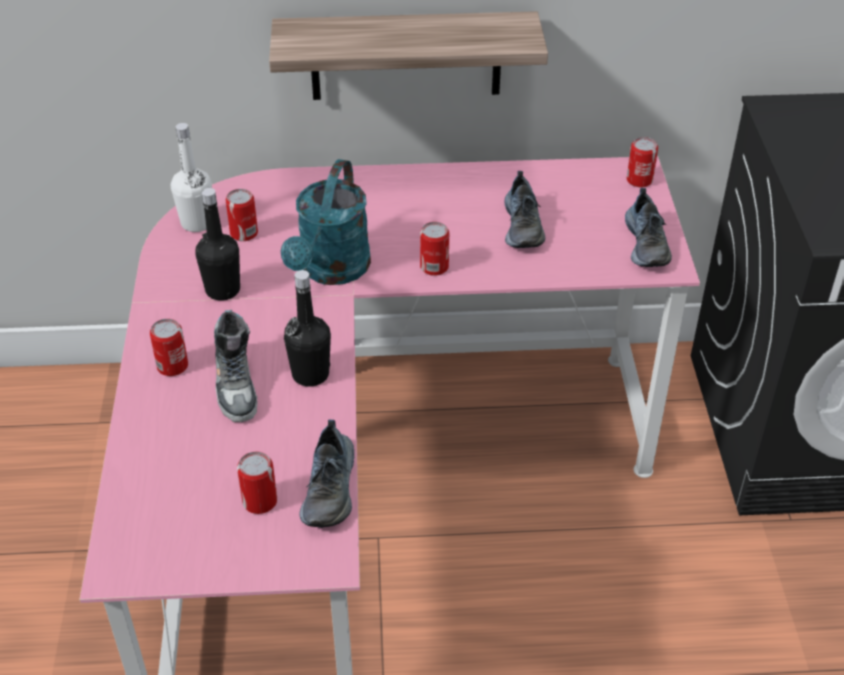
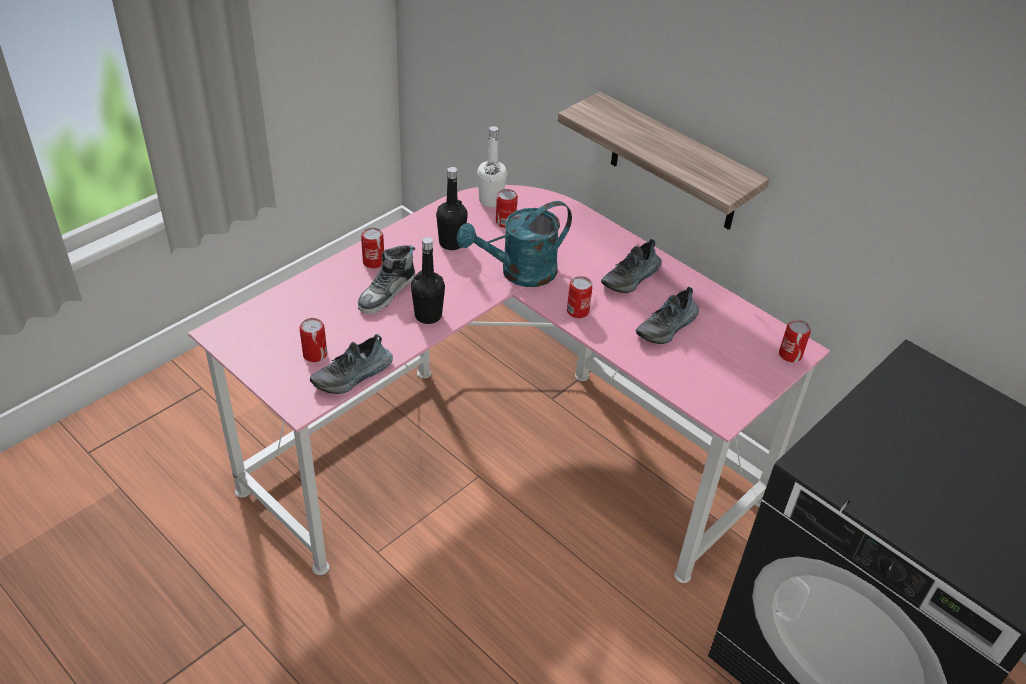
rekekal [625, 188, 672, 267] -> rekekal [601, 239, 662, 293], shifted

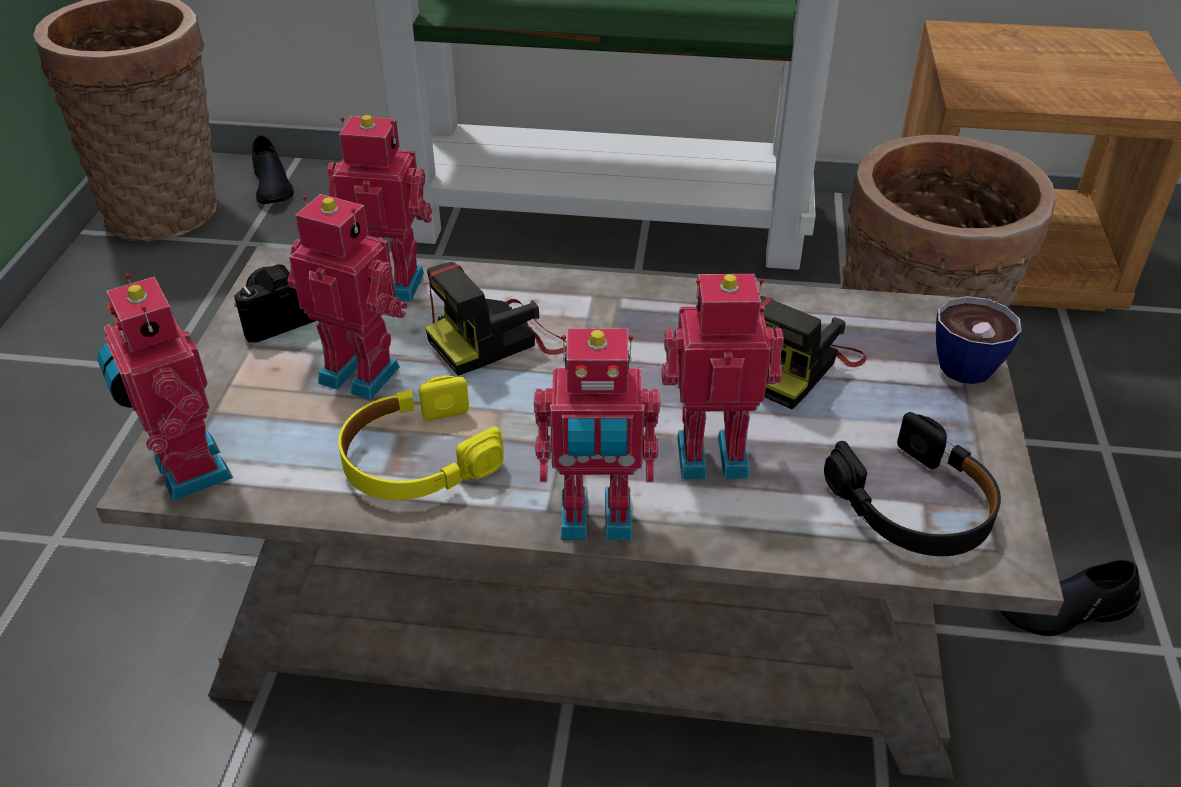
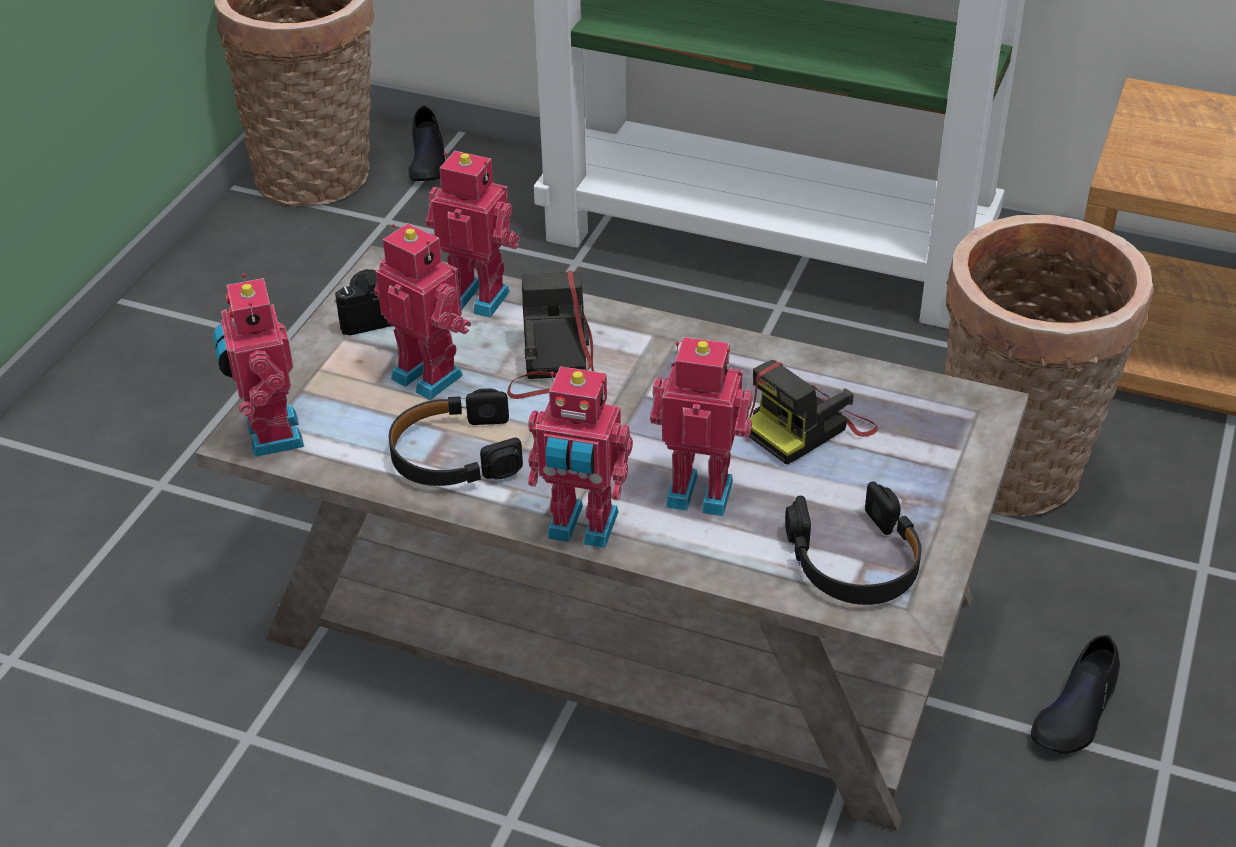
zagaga [936, 296, 1022, 384] -> none
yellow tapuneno [338, 375, 504, 500] -> black tapuneno [389, 388, 523, 486]
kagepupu [425, 262, 567, 376] -> kagepupu [507, 271, 594, 399], 105 degrees clockwise
black rekekal [1001, 560, 1141, 636] -> black rekekal [1031, 634, 1120, 754], 60 degrees counterclockwise

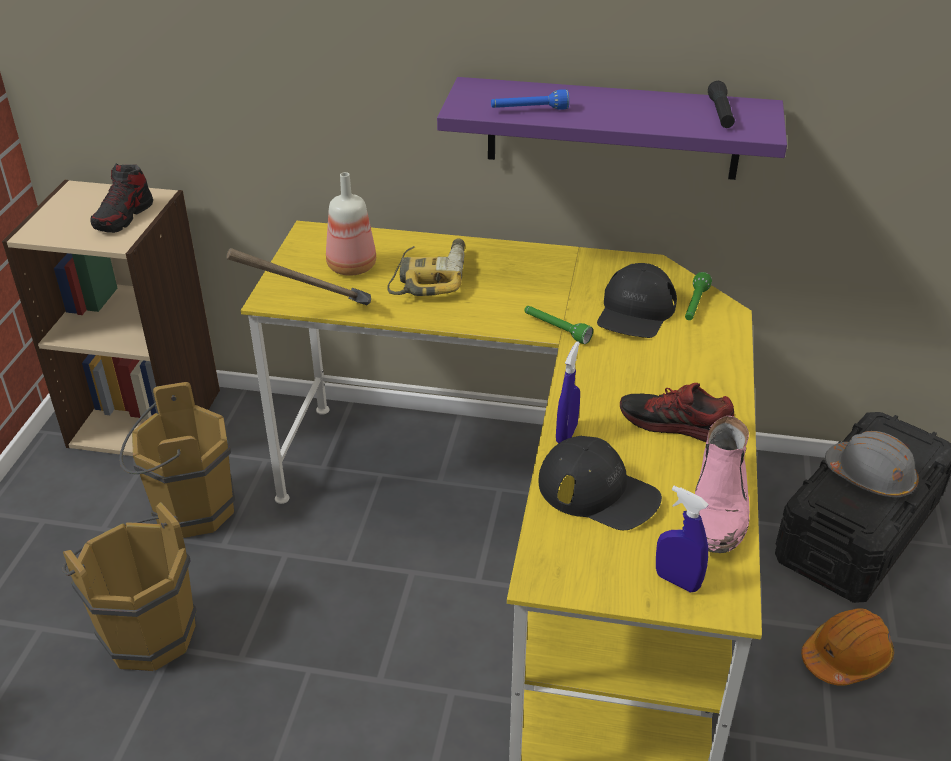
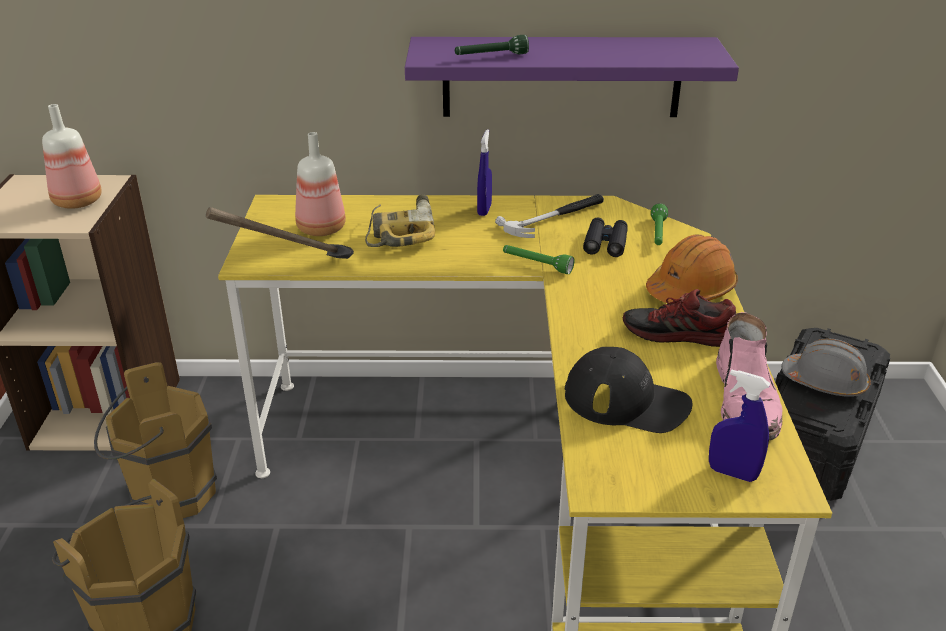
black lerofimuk [708, 81, 735, 128] -> none
none -> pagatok [495, 194, 604, 238]
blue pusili [556, 341, 580, 444] -> blue pusili [477, 129, 492, 216], shifted
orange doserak [801, 608, 894, 686] -> orange doserak [646, 235, 738, 303], shifted
rekekal [90, 164, 153, 233] -> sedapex [42, 104, 102, 209]
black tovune [597, 263, 677, 338] -> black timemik [583, 218, 628, 257]
blue lerofimuk [491, 89, 569, 110] -> green lerofimuk [455, 35, 529, 55]

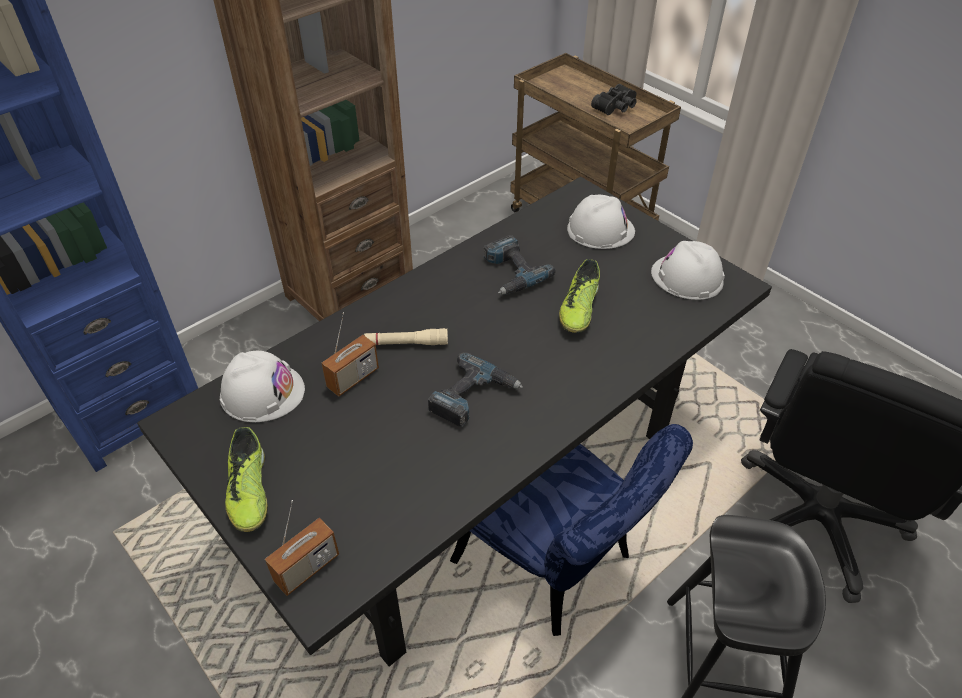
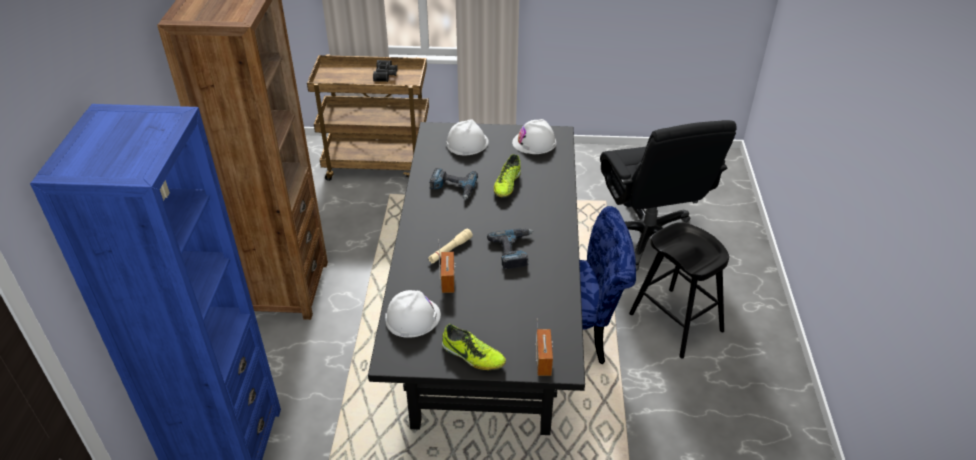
rekekal [559, 259, 600, 333] -> rekekal [494, 154, 521, 197], 45 degrees clockwise

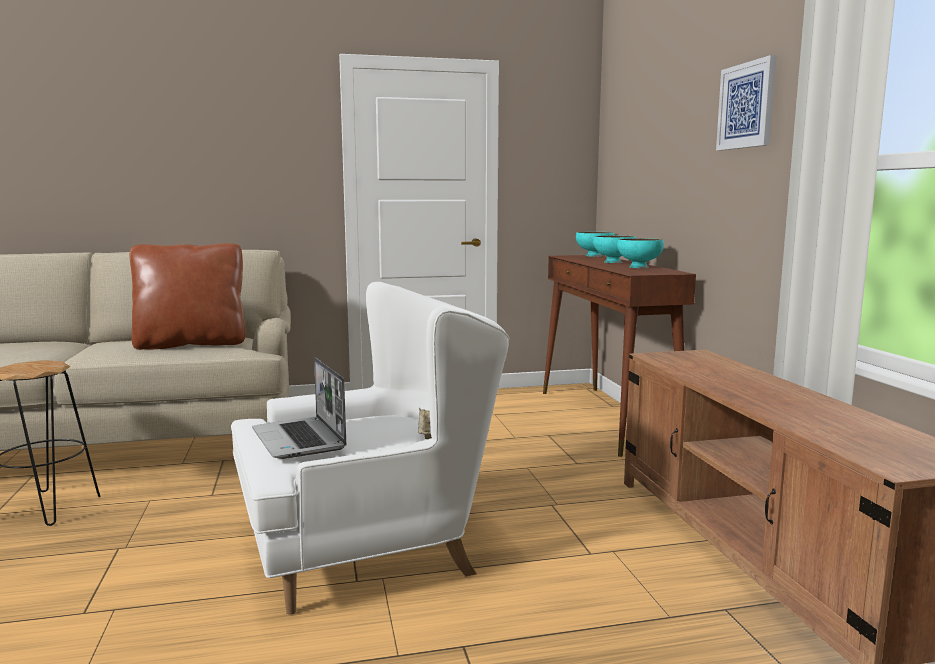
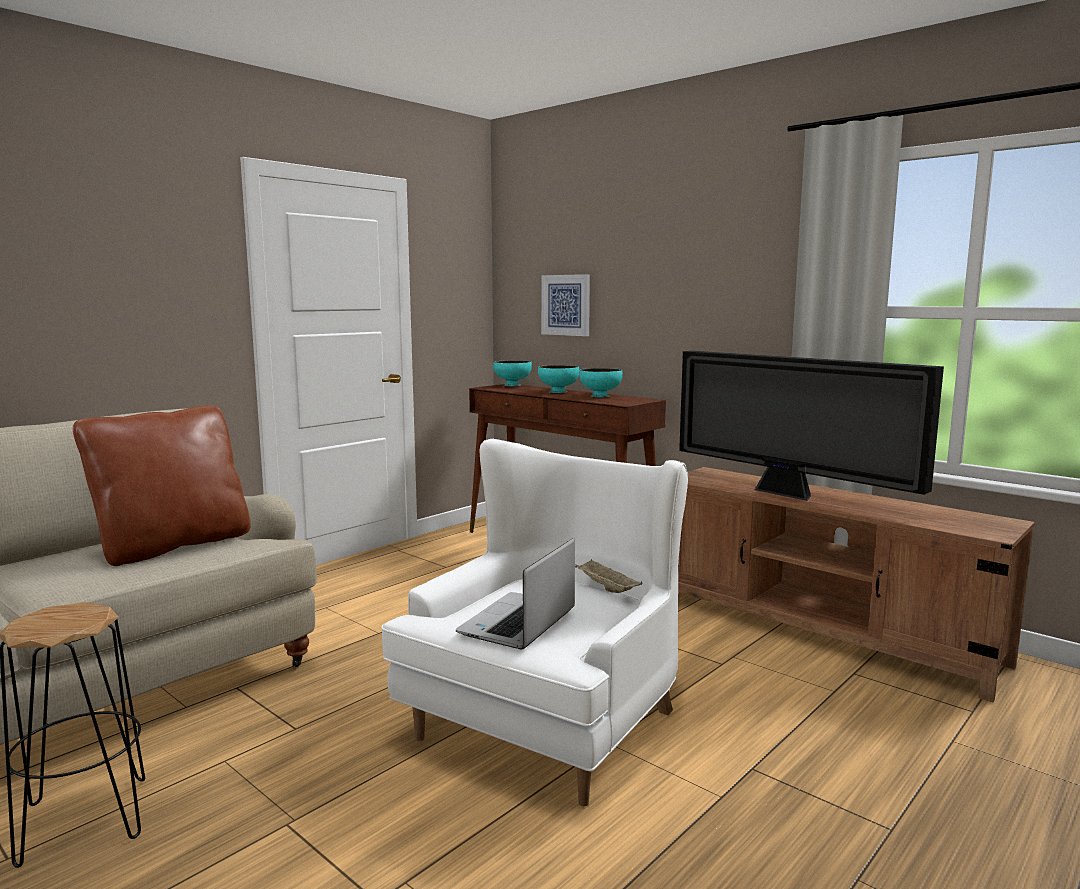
none -> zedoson [679, 351, 944, 501]
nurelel [716, 55, 776, 151] -> nurelel [541, 274, 590, 336], shifted
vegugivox [252, 357, 346, 459] -> vegugivox [456, 538, 575, 649], 90 degrees clockwise

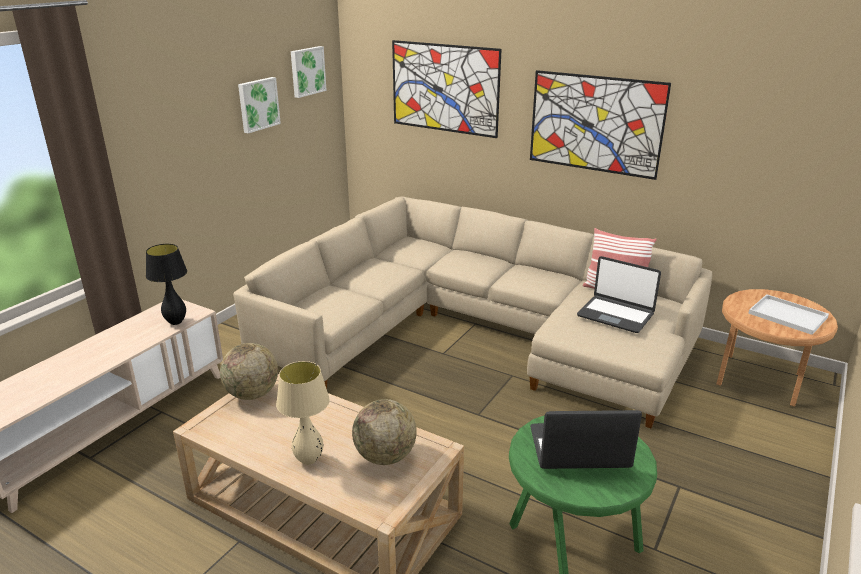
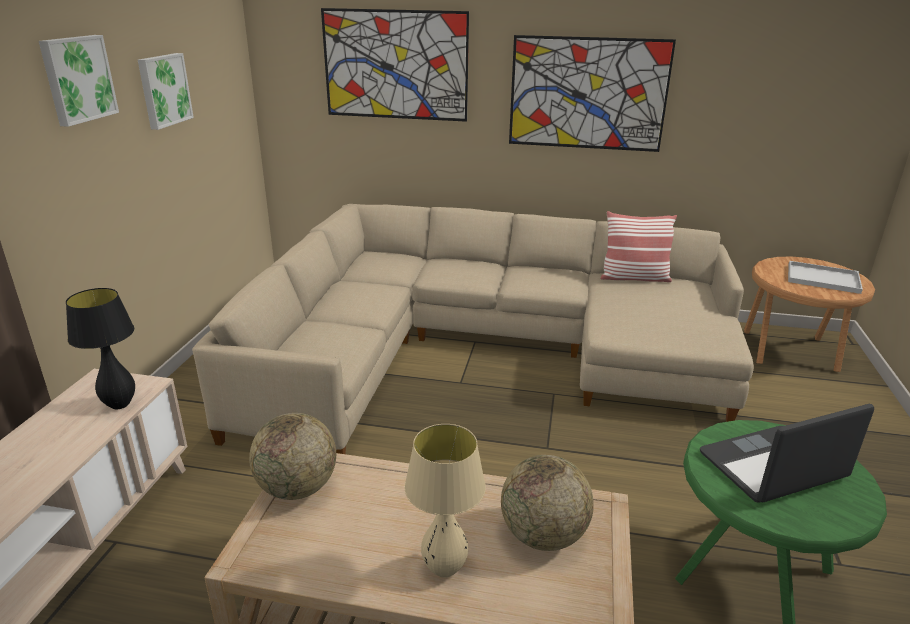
vegugivox [577, 256, 661, 333] -> none
nurelel [291, 46, 327, 98] -> nurelel [39, 35, 119, 127], shifted

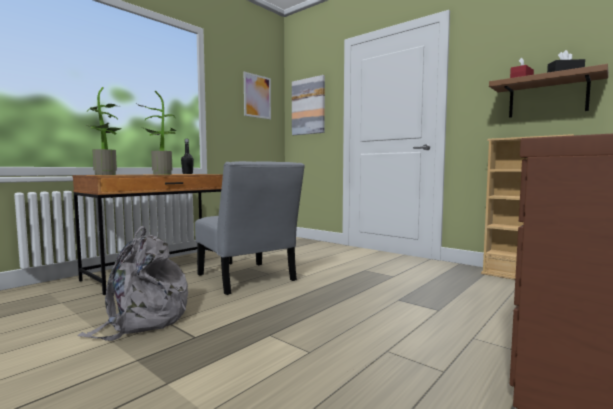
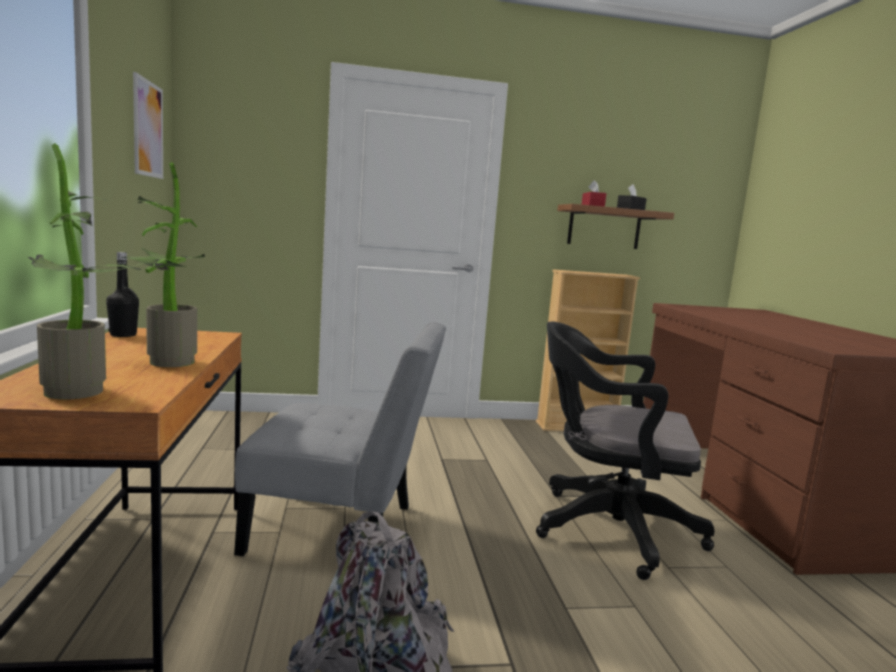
nurelel [292, 75, 325, 135] -> none
none -> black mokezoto [536, 322, 714, 580]

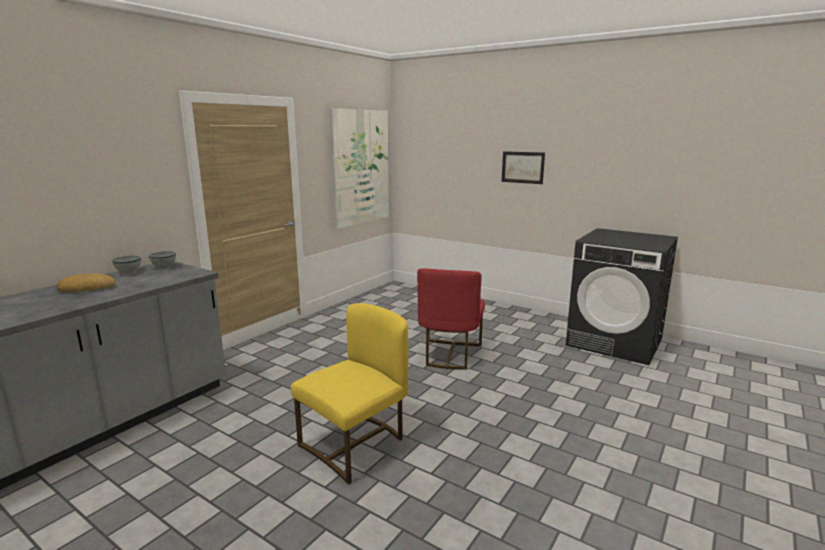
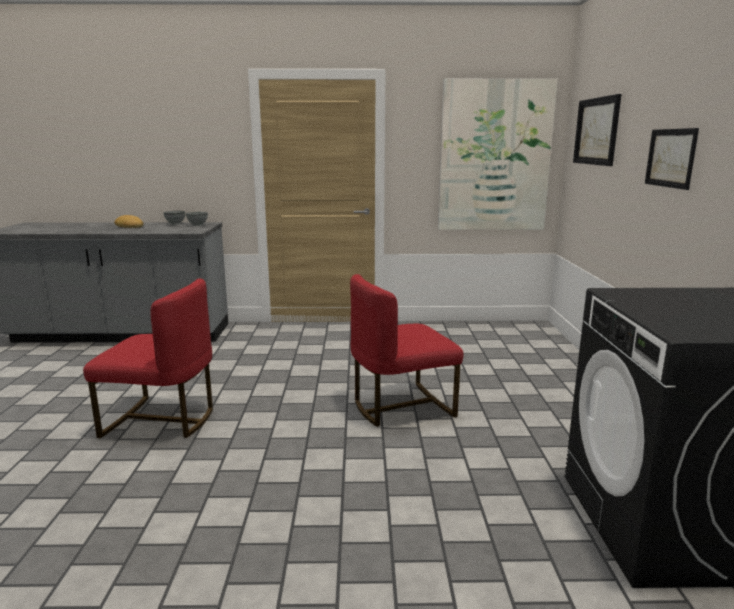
none -> nurelel [573, 94, 621, 166]
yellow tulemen [291, 303, 408, 485] -> red tulemen [83, 279, 213, 438]

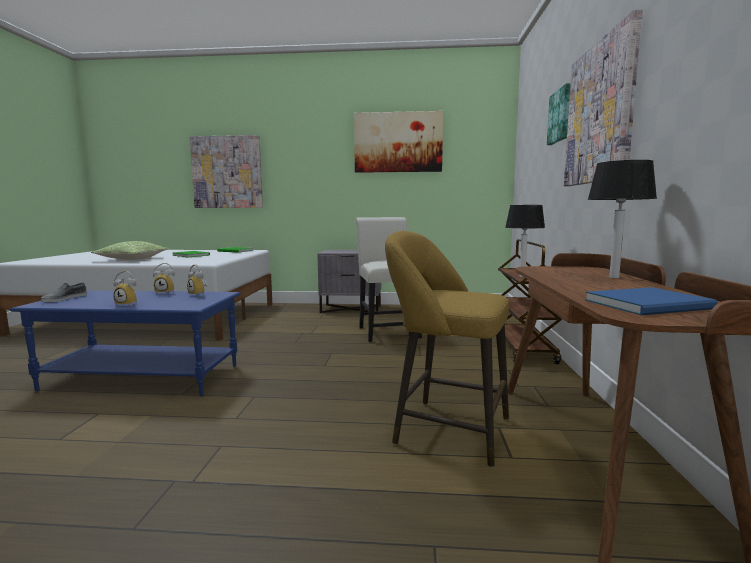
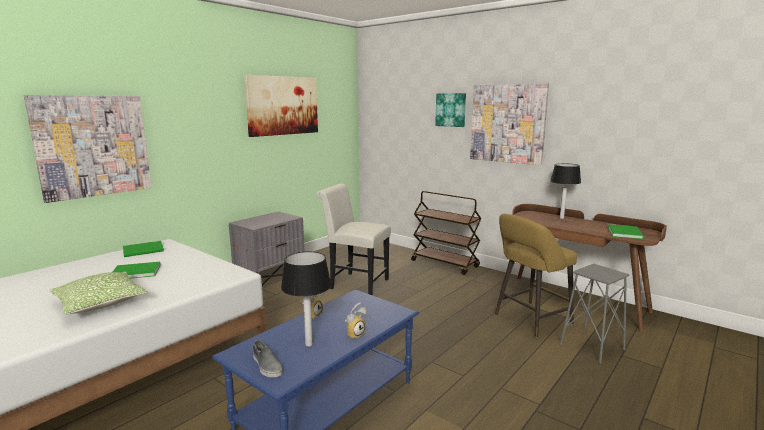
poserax [187, 264, 208, 297] -> none
none -> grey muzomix [560, 264, 629, 364]
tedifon [505, 205, 545, 277] -> tedifon [281, 252, 331, 347], shifted
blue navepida [585, 287, 718, 315] -> green navepida [608, 224, 644, 239]

